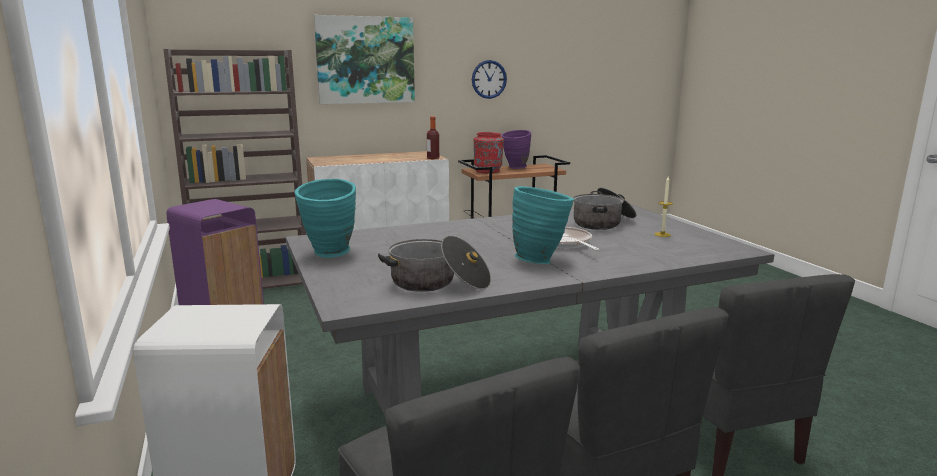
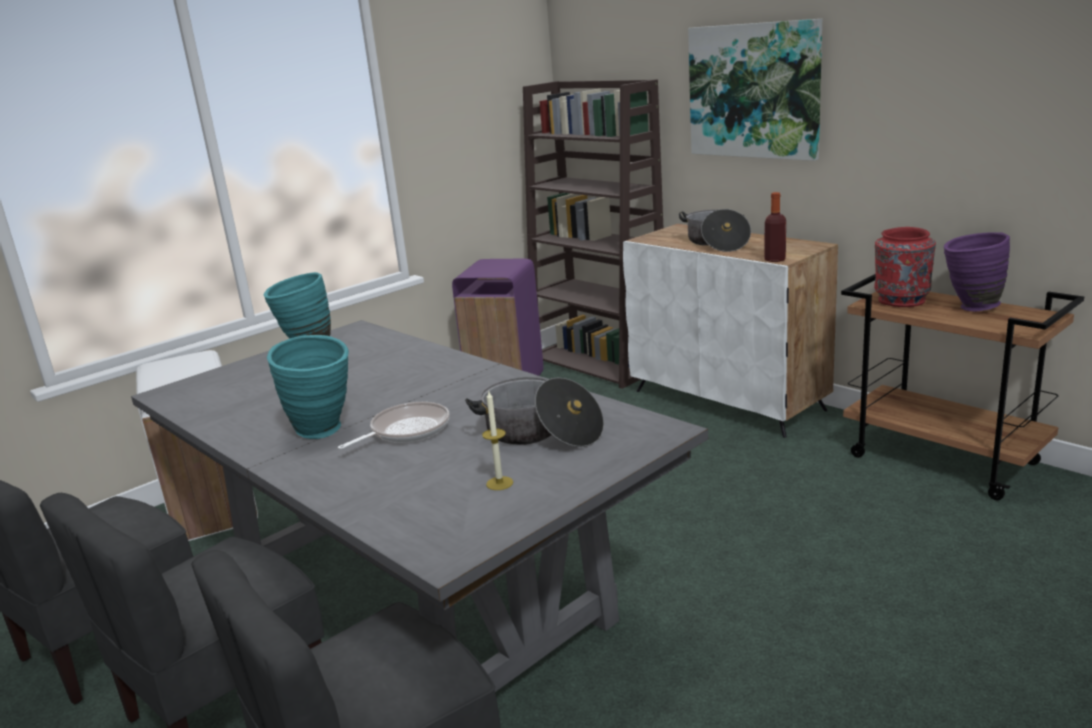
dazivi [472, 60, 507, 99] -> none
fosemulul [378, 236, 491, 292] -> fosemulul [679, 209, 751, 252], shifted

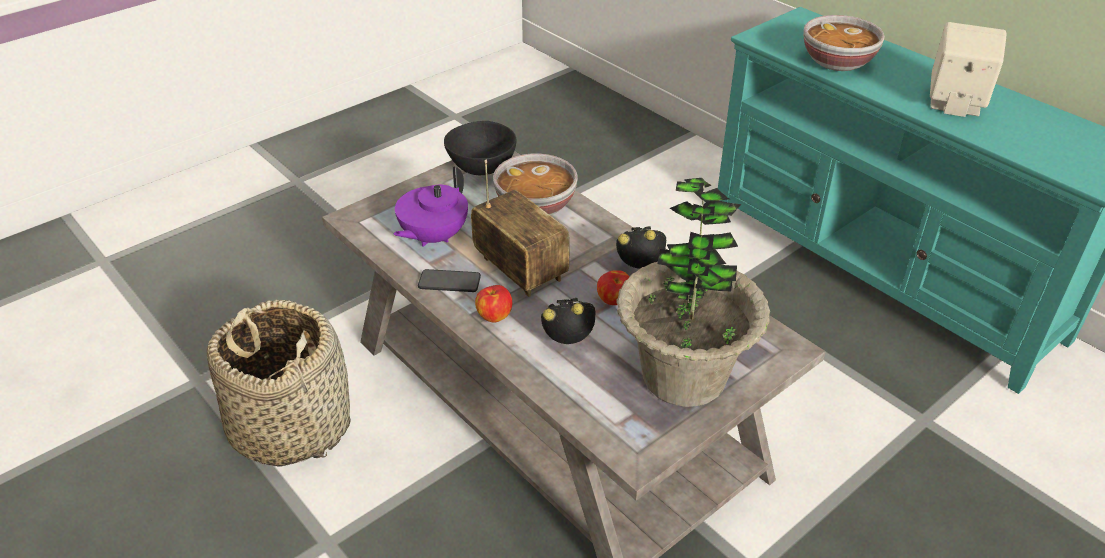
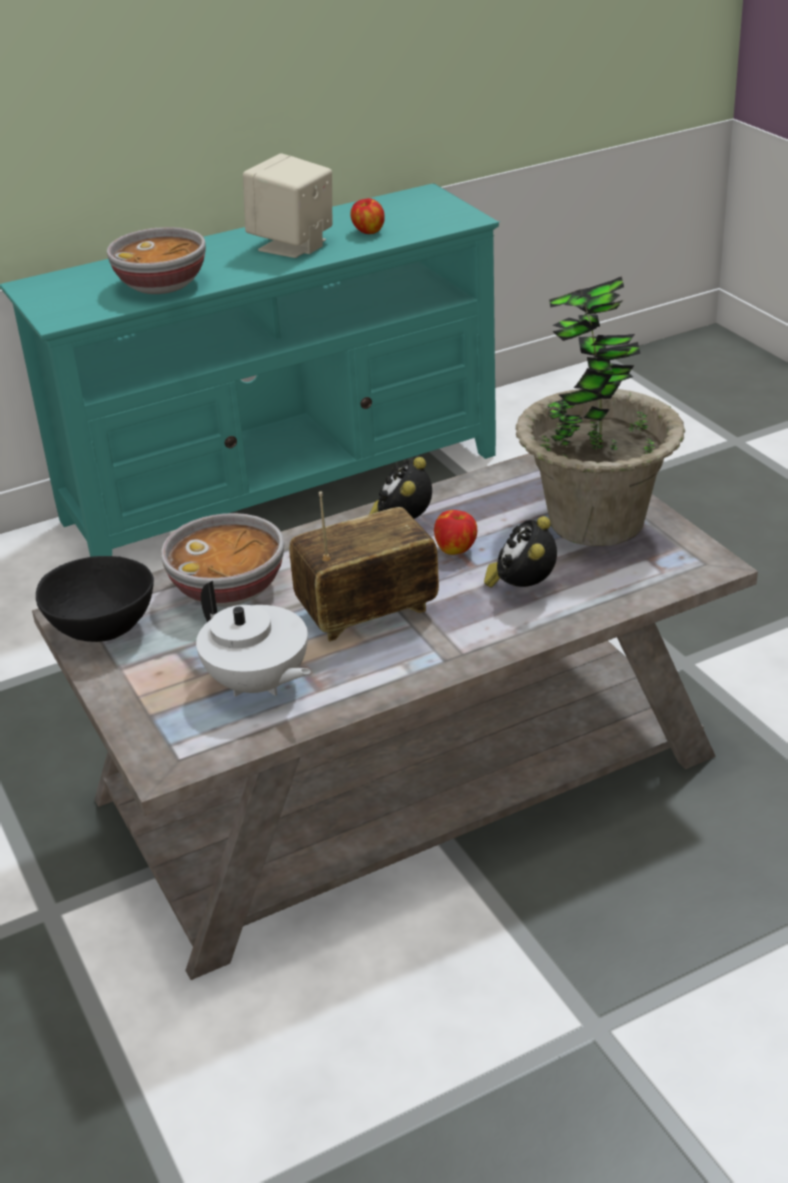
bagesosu [207, 299, 350, 467] -> none
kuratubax [418, 269, 481, 292] -> none
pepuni [475, 285, 512, 323] -> pepuni [350, 198, 385, 234], shifted
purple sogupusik [393, 166, 468, 247] -> white sogupusik [196, 581, 311, 697]

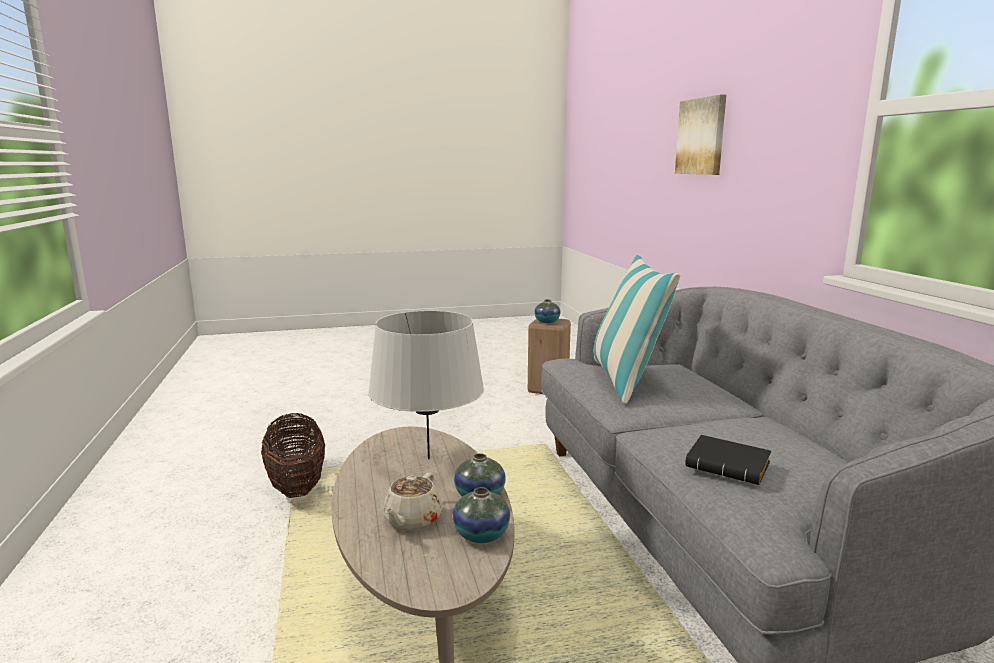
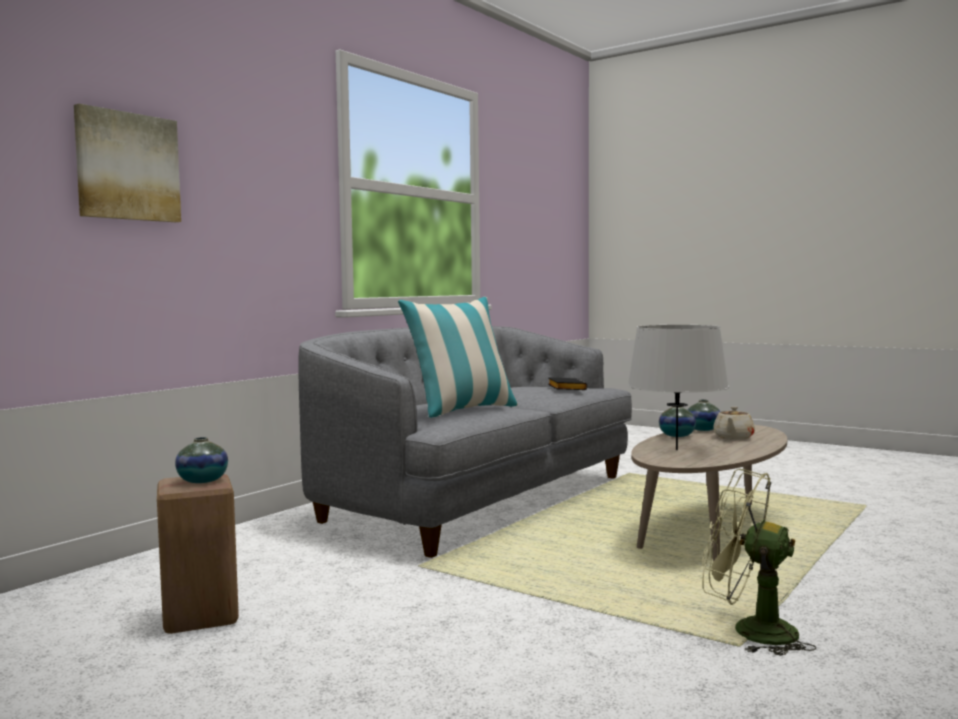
bagesosu [261, 413, 325, 498] -> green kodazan [702, 469, 817, 656]
beige sogupusik [383, 473, 443, 531] -> beige sogupusik [713, 406, 755, 440], 135 degrees clockwise

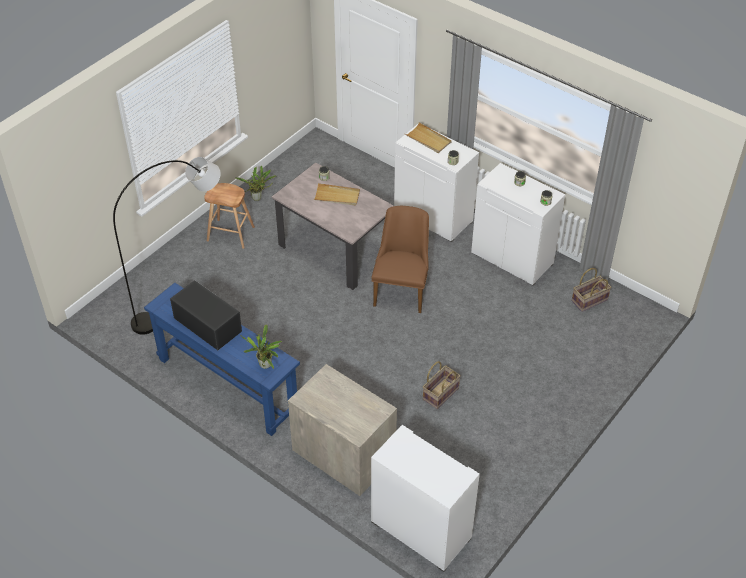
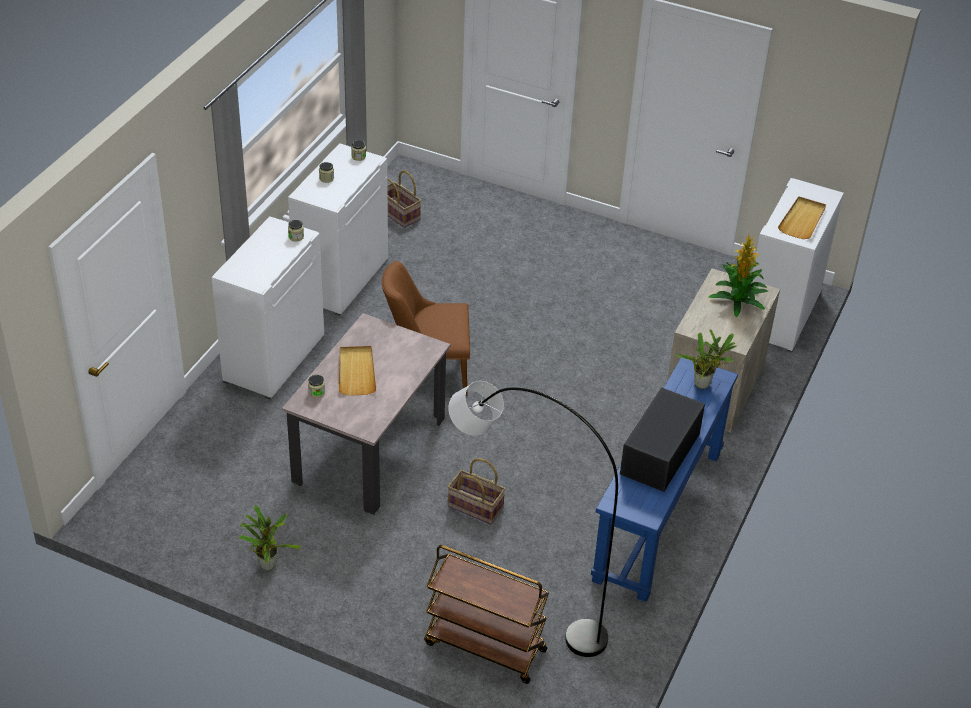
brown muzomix [204, 183, 255, 249] -> none
none -> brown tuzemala [424, 545, 549, 684]
none -> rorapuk [709, 234, 768, 317]
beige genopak [405, 122, 451, 153] -> beige genopak [778, 196, 826, 239], shifted
bagesosu [423, 361, 461, 409] -> bagesosu [448, 458, 506, 525], shifted

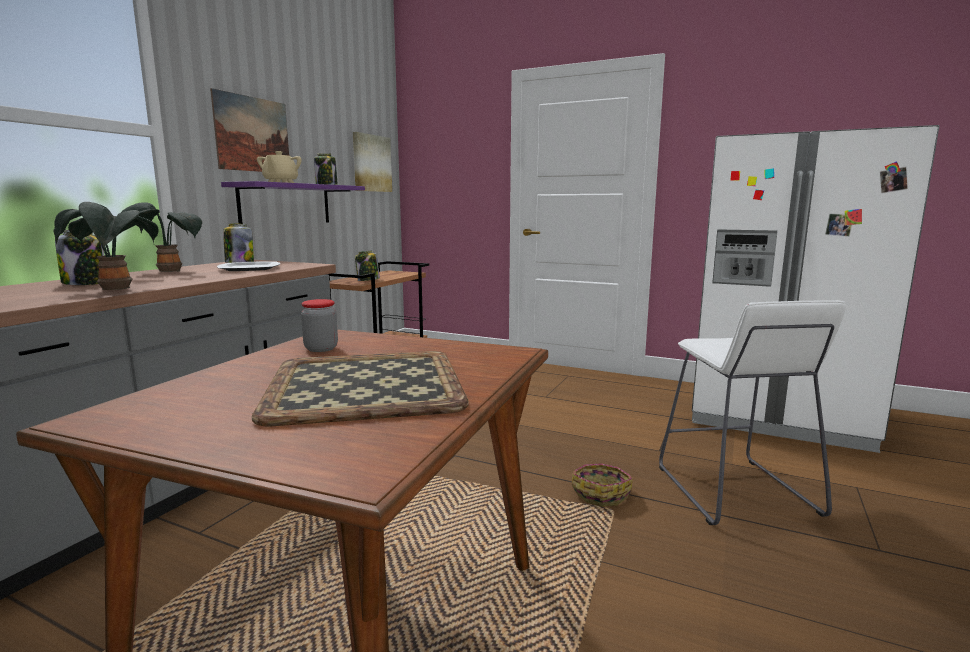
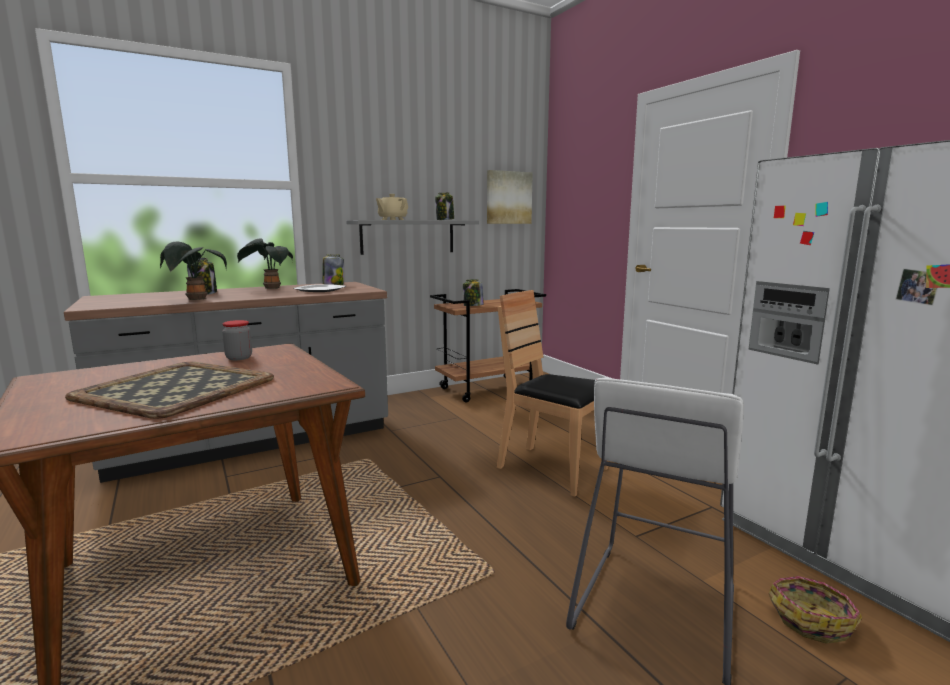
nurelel [210, 88, 289, 172] -> none
none -> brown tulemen [497, 290, 608, 497]
bagesosu [572, 463, 632, 507] -> bagesosu [769, 576, 862, 644], shifted
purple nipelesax [221, 181, 365, 224] -> grey nipelesax [346, 220, 479, 255]

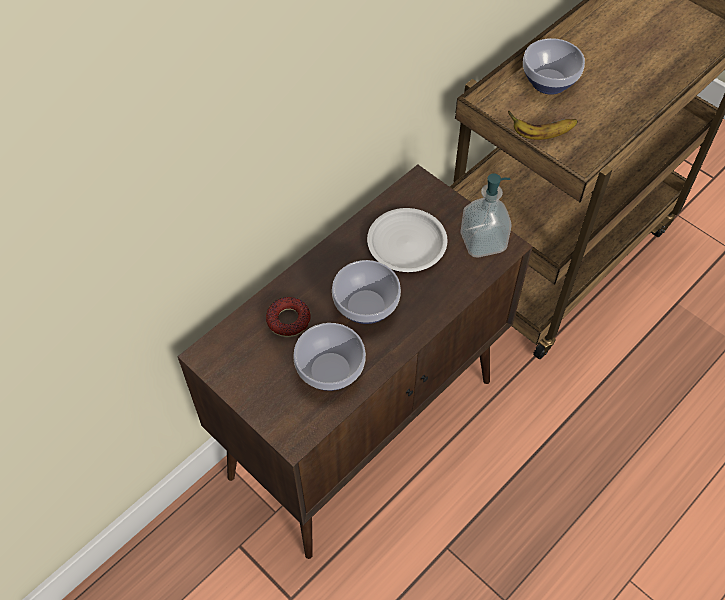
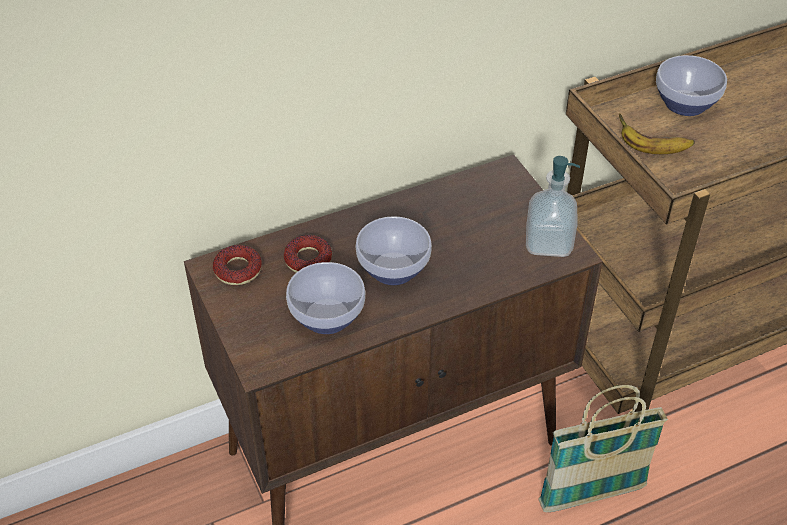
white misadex [367, 208, 448, 272] -> none
none -> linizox [213, 245, 262, 285]
none -> bagesosu [538, 385, 668, 512]

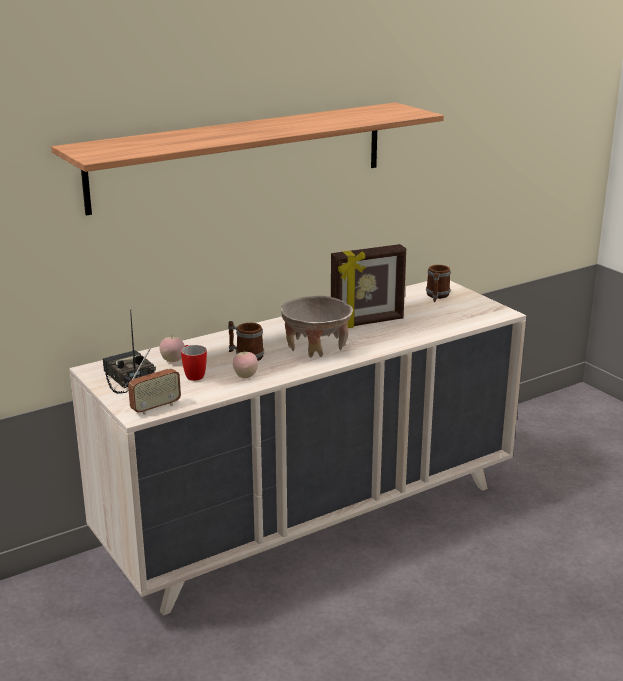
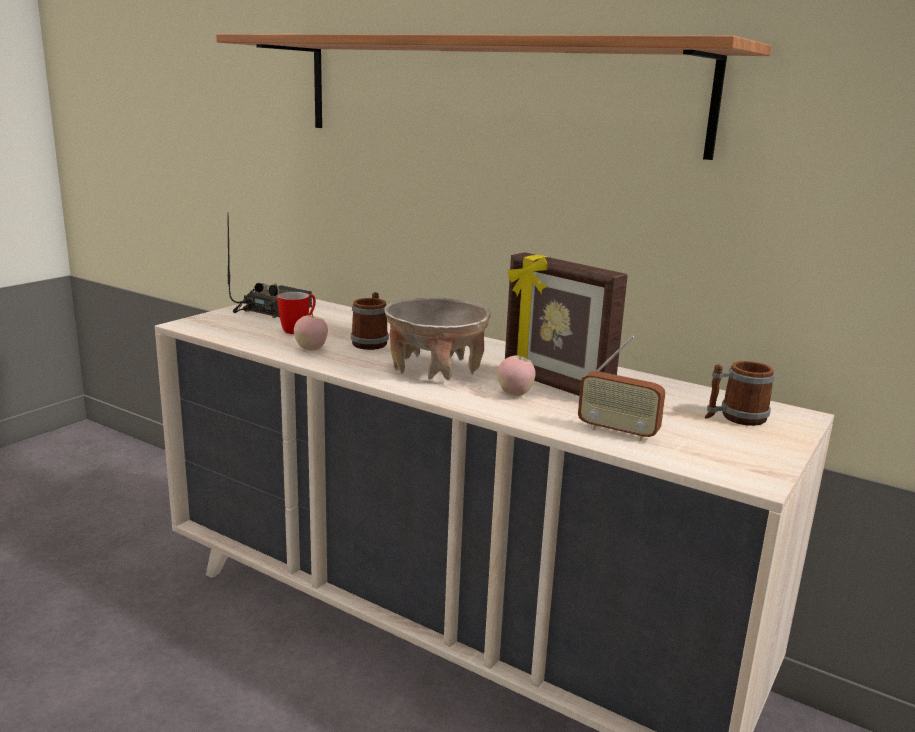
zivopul [128, 348, 181, 415] -> zivopul [578, 335, 666, 441], shifted
pepuni [160, 336, 185, 362] -> pepuni [497, 353, 535, 396], shifted

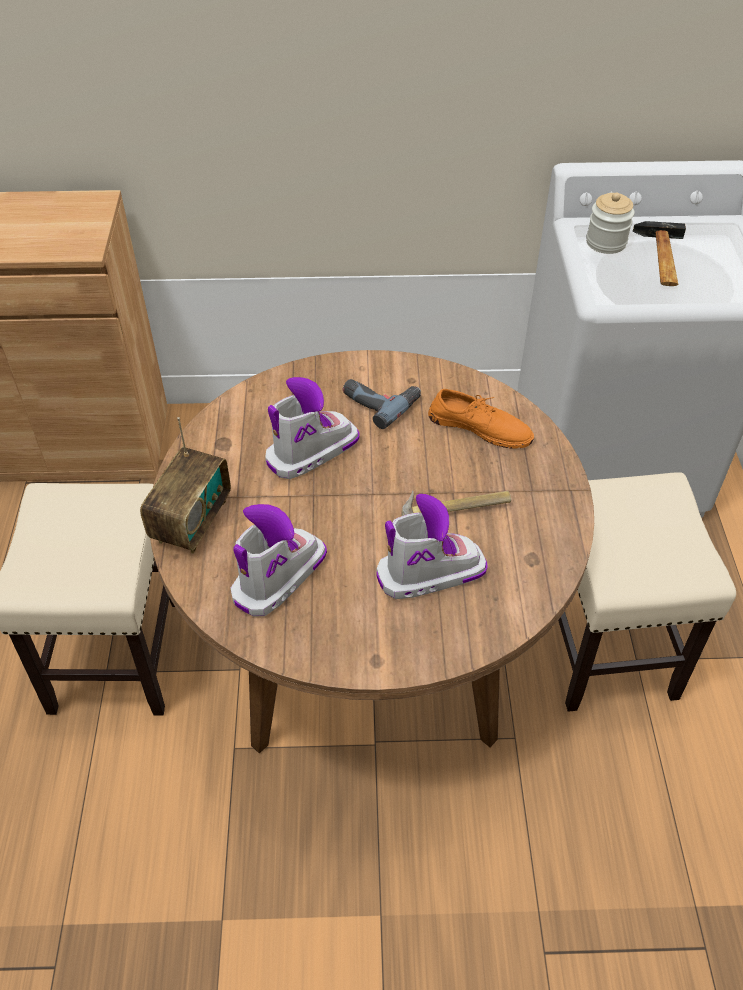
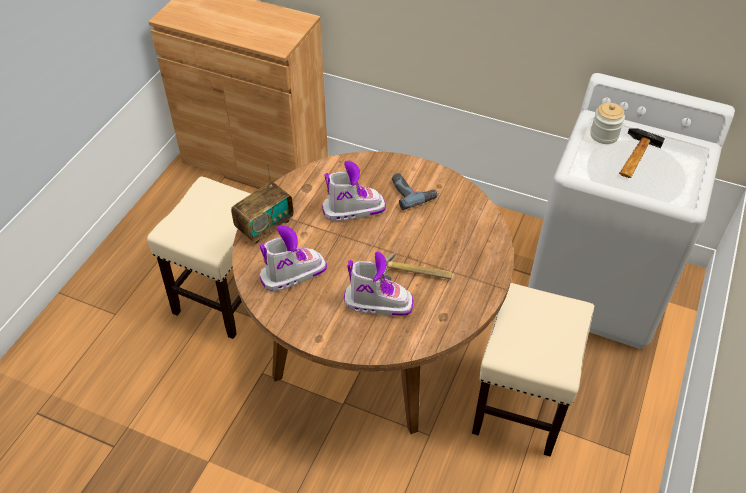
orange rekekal [428, 389, 534, 449] -> none

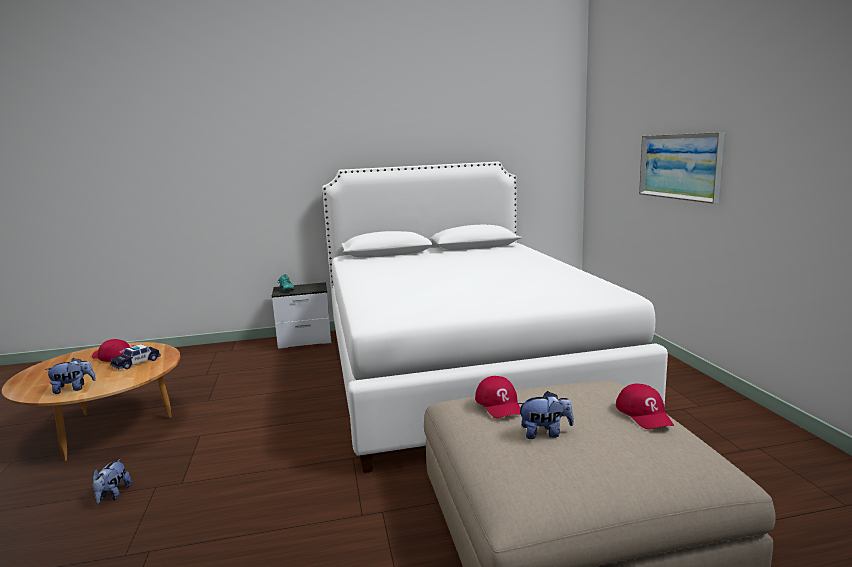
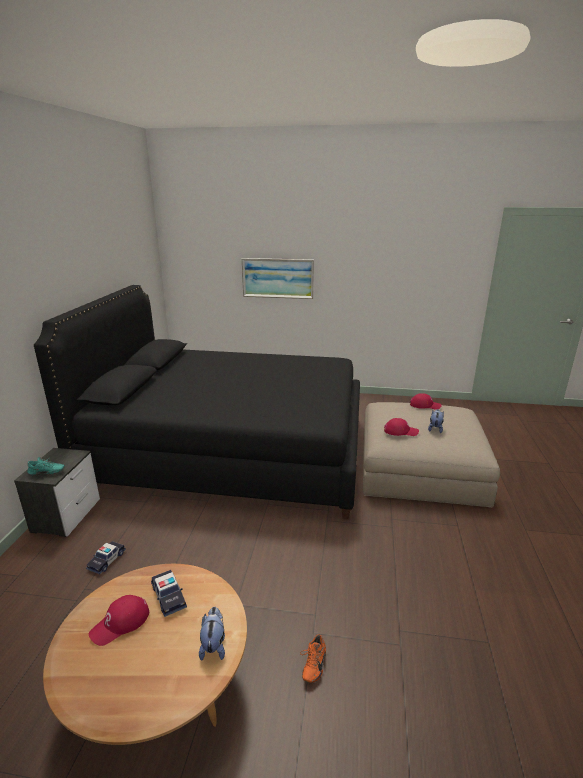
none -> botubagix [86, 541, 126, 574]
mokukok [92, 459, 132, 504] -> orange rekekal [300, 634, 326, 683]
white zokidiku [322, 162, 668, 473] -> black zokidiku [34, 285, 360, 519]

